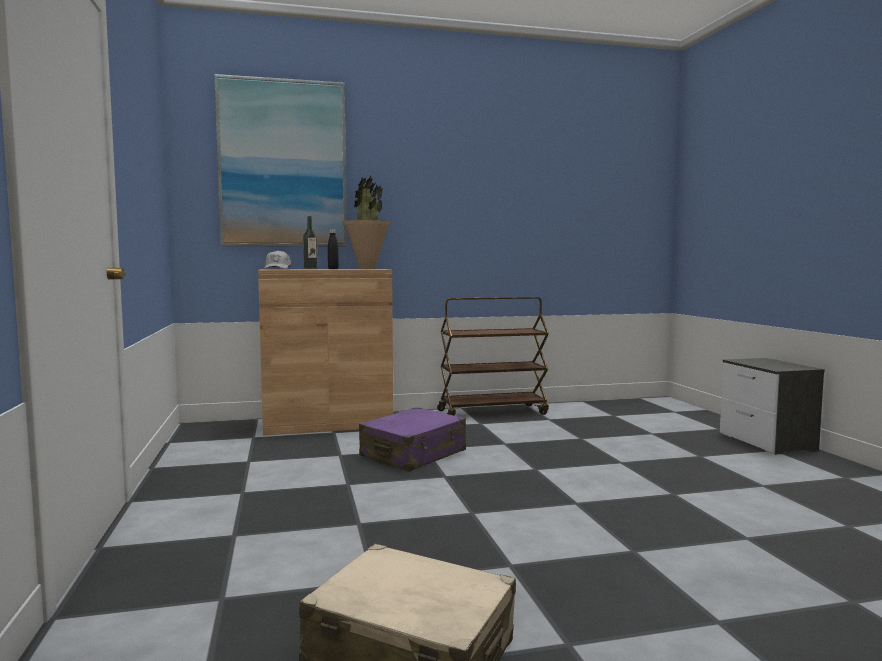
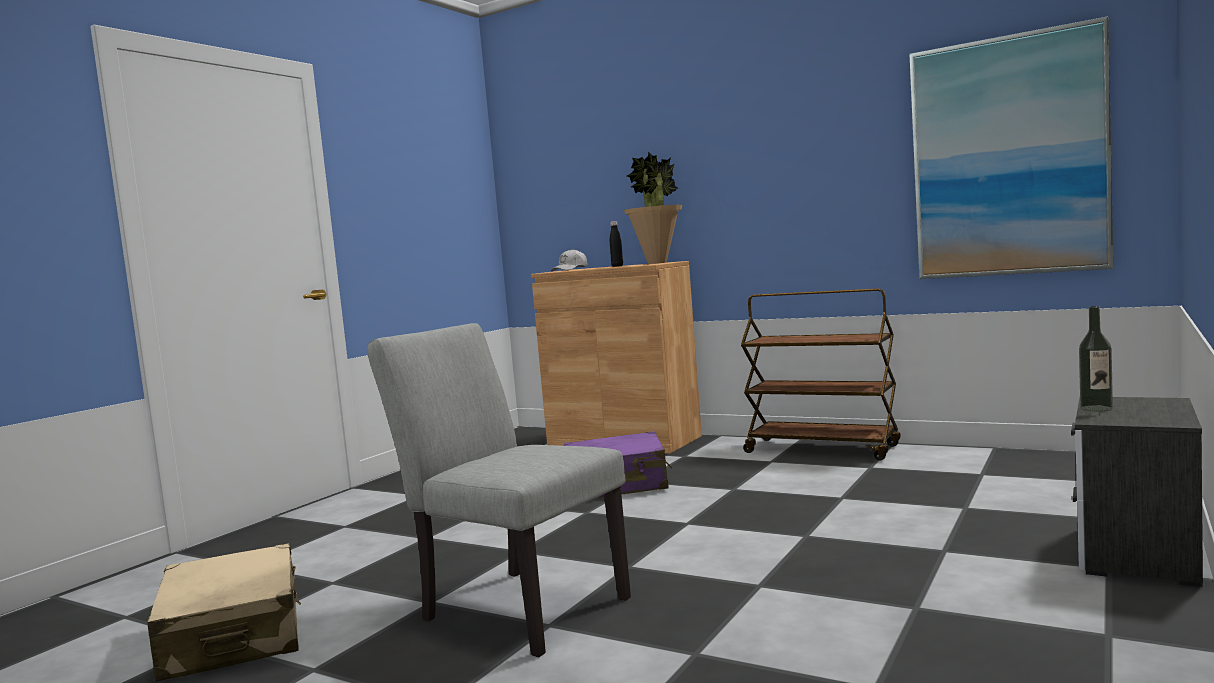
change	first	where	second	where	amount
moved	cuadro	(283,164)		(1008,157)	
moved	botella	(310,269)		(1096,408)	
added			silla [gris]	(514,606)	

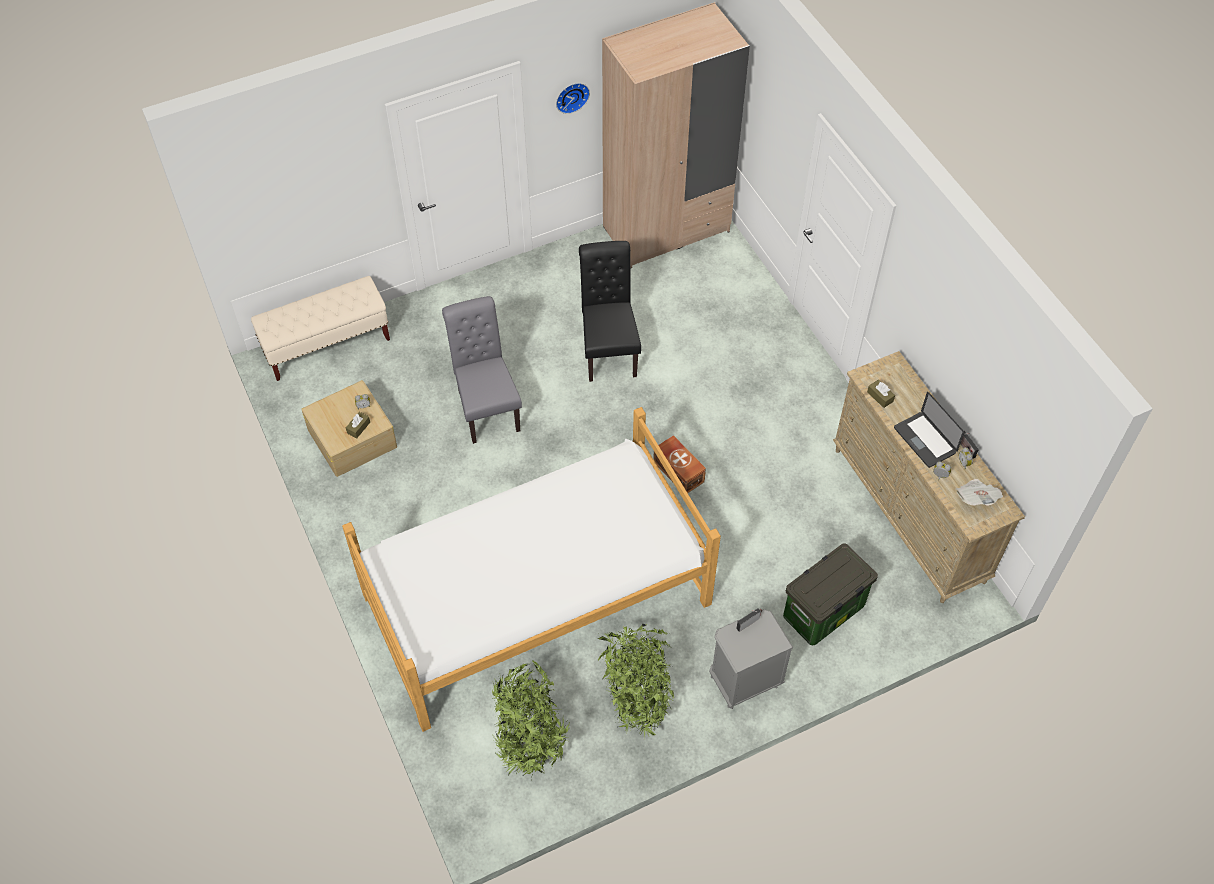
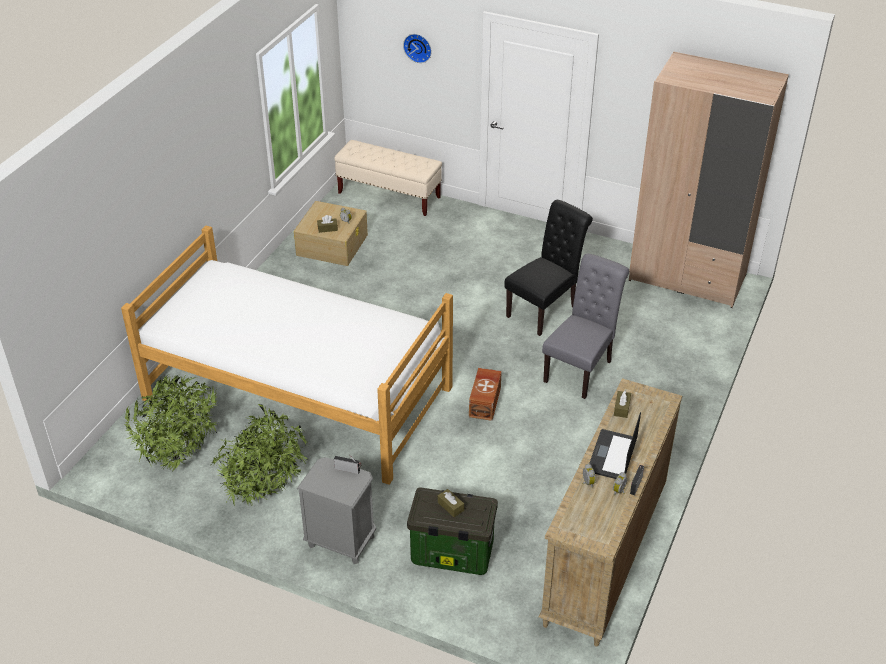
change	first	where	second	where	amount
moved	silla [gris]	(486,407)		(581,369)	
moved	reloj de pared	(571,96)		(418,47)	
removed	periódico	(976,498)			
added			caja de pañuelos [marrón]	(450,506)	

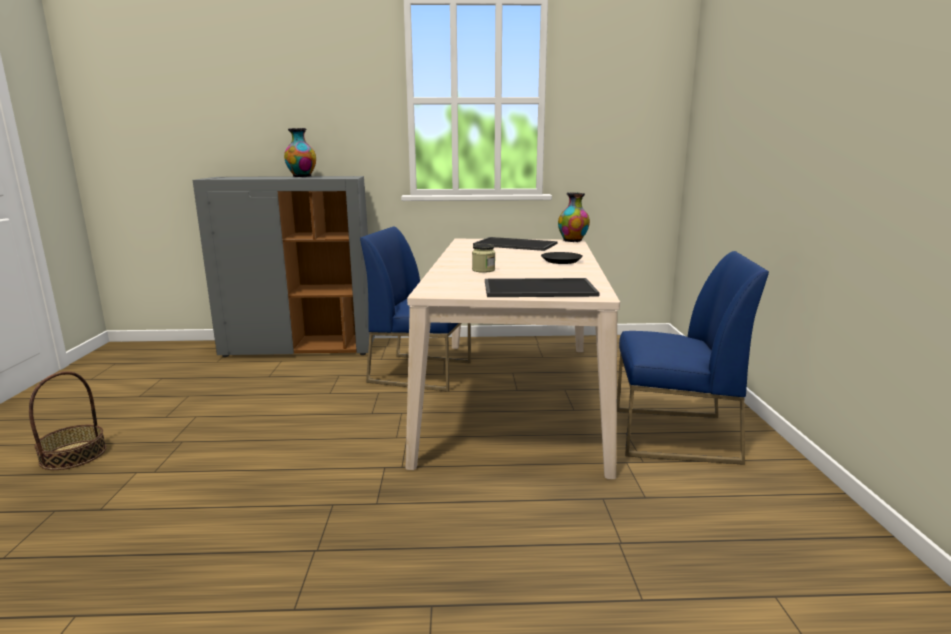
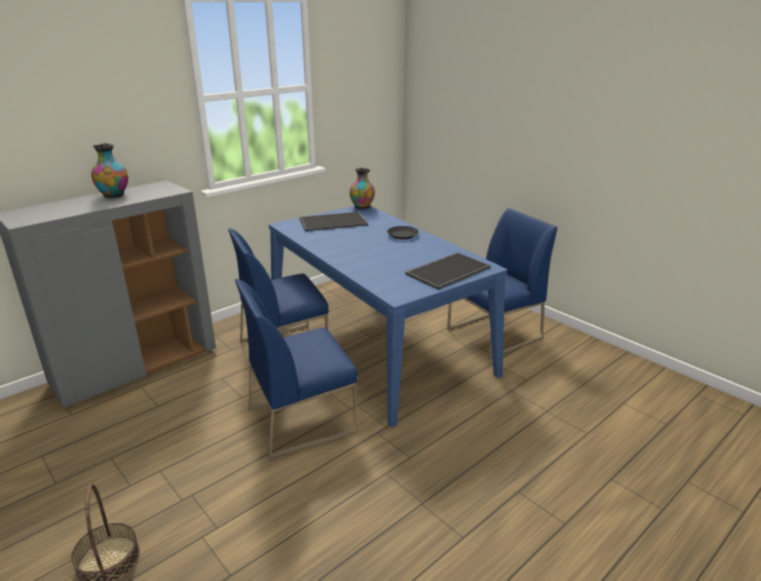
change	first	where	second	where	amount
recoloured	mesa de comedor [beis]	(514,396)	mesa de comedor [azul]	(377,343)	
removed	tarro	(483,270)			
added			silla [azul]	(302,419)	

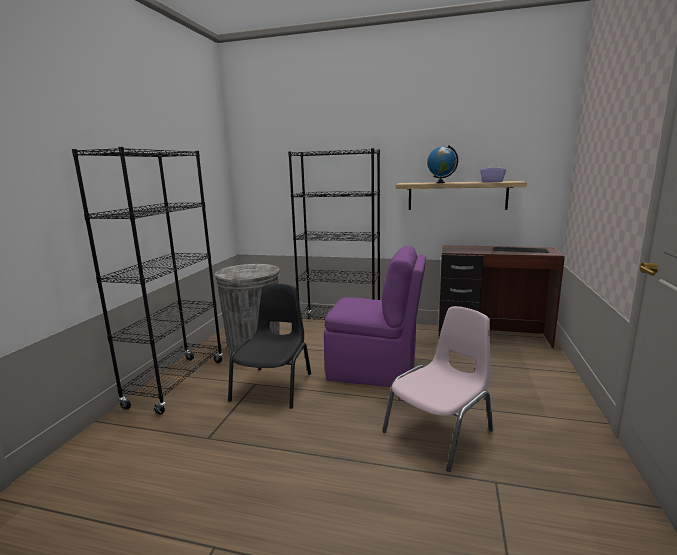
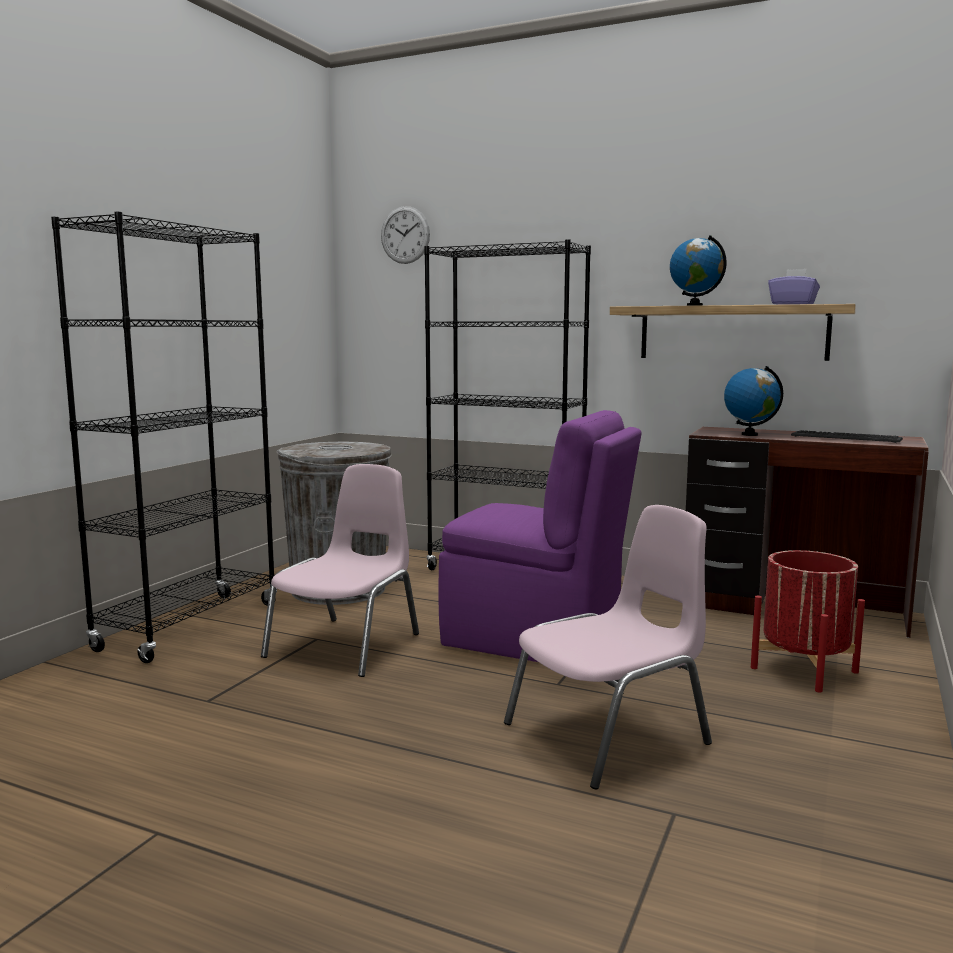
change	first	where	second	where	amount
recoloured	silla [negro]	(274,386)	silla [rosa]	(347,645)	
added			reloj de pared	(405,235)	
added			globo terráqueo	(749,434)	
added			maceta [rojo]	(804,670)	

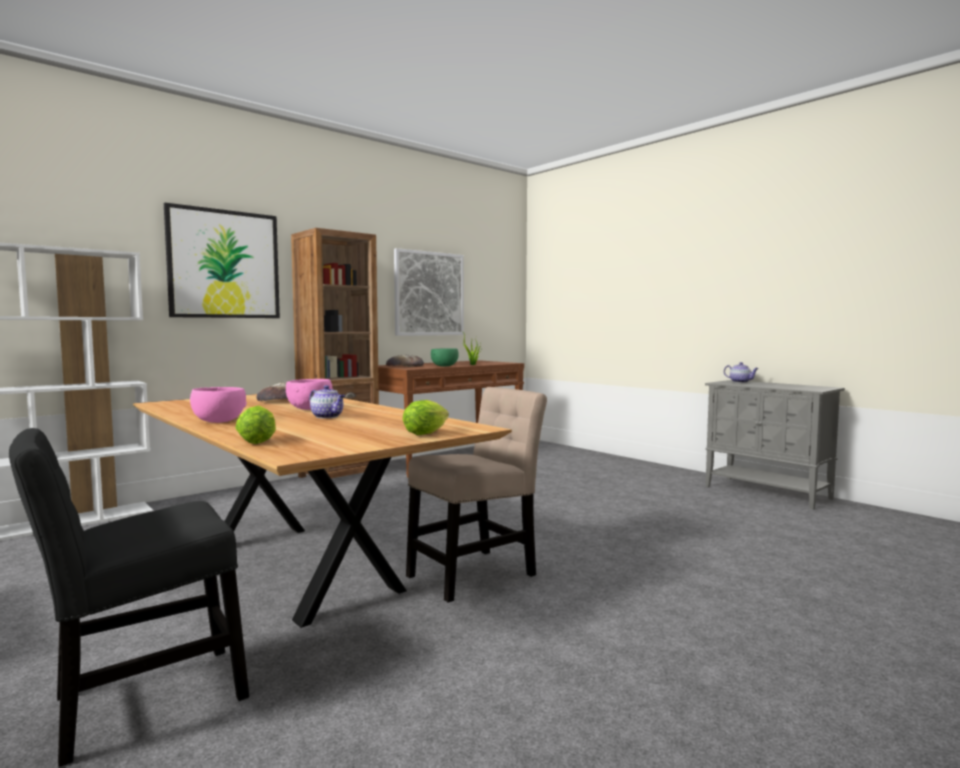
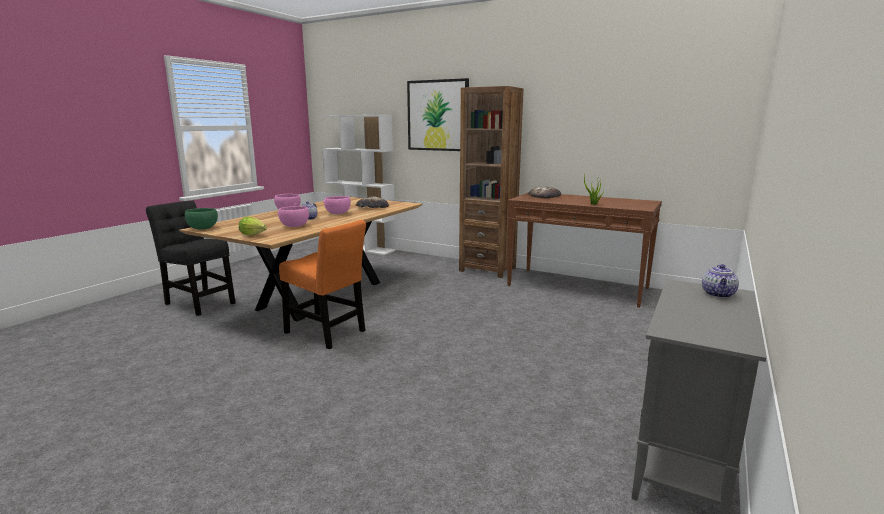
change	first	where	second	where	amount
removed	lechuga	(259,441)			
removed	cuadro	(429,294)			
recoloured	silla [beis]	(476,573)	silla [naranja]	(327,333)	
moved	cuenco [verde]	(444,366)		(202,228)	
added			cuenco [rosa]	(294,226)	

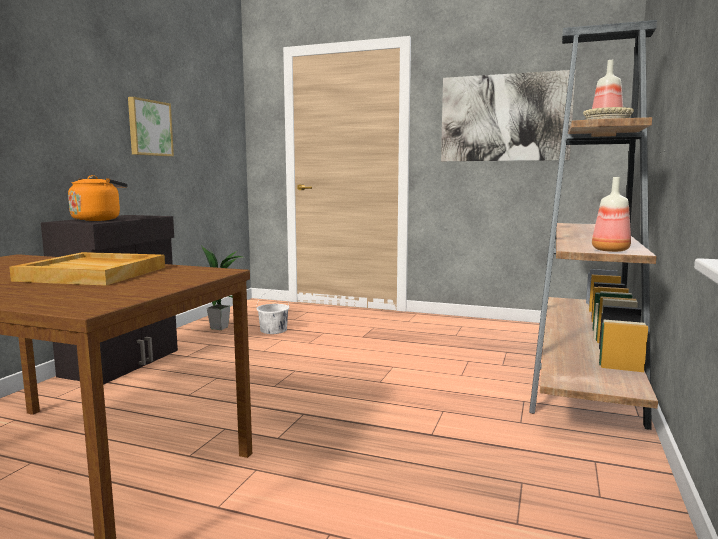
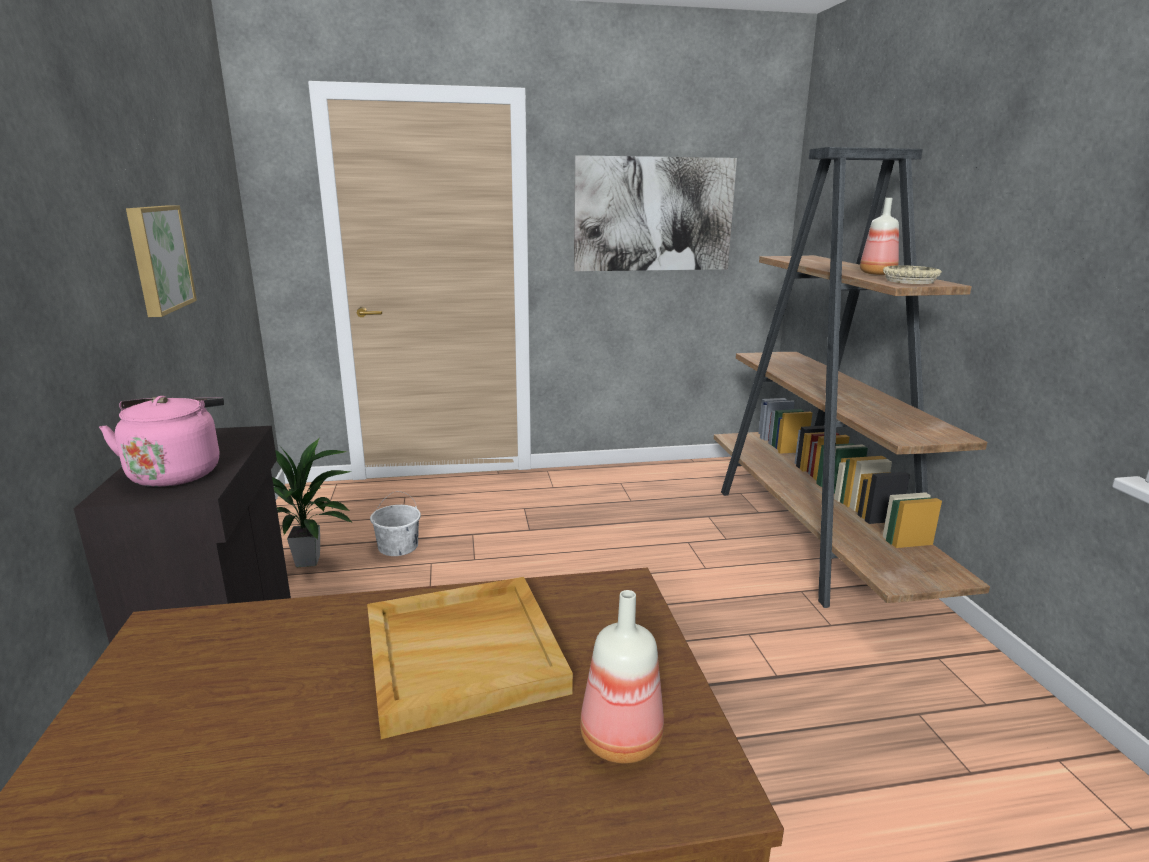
change	first	where	second	where	amount
recoloured	hervidor [naranja]	(98,220)	hervidor [rosa]	(177,473)	
moved	botella	(609,250)		(618,740)	

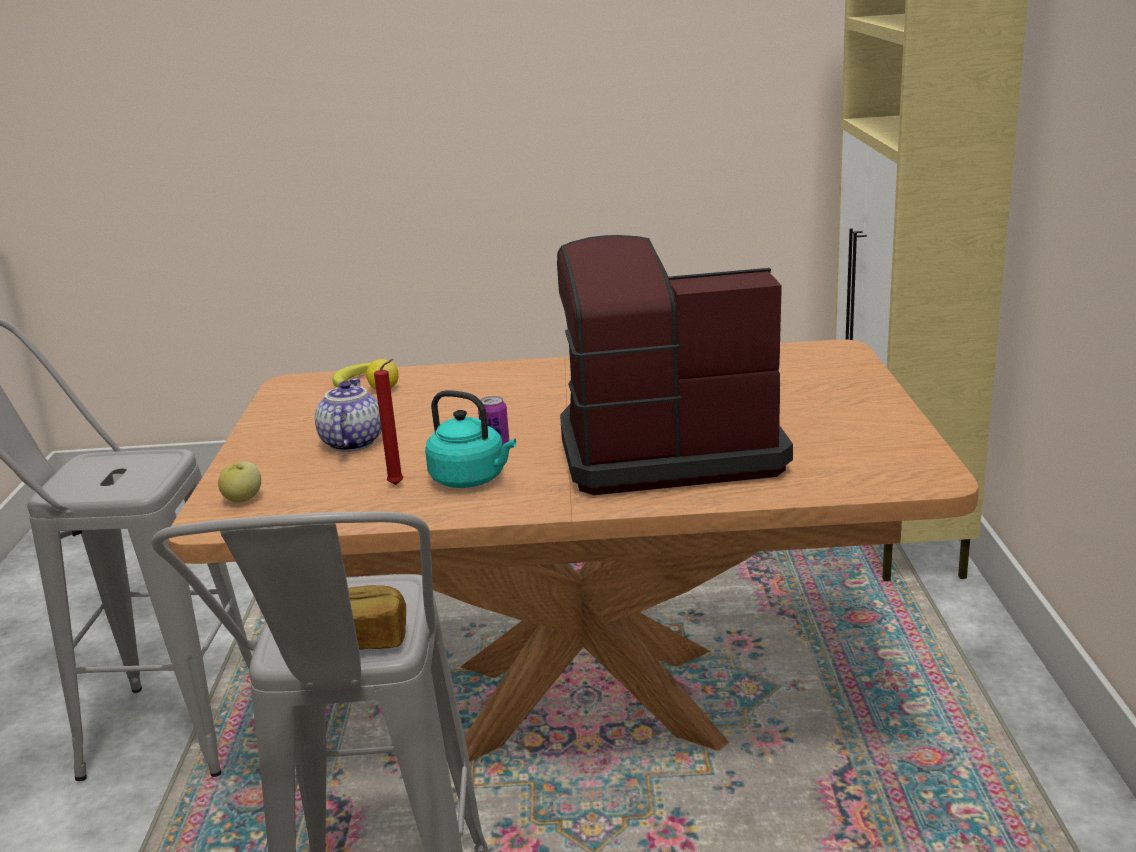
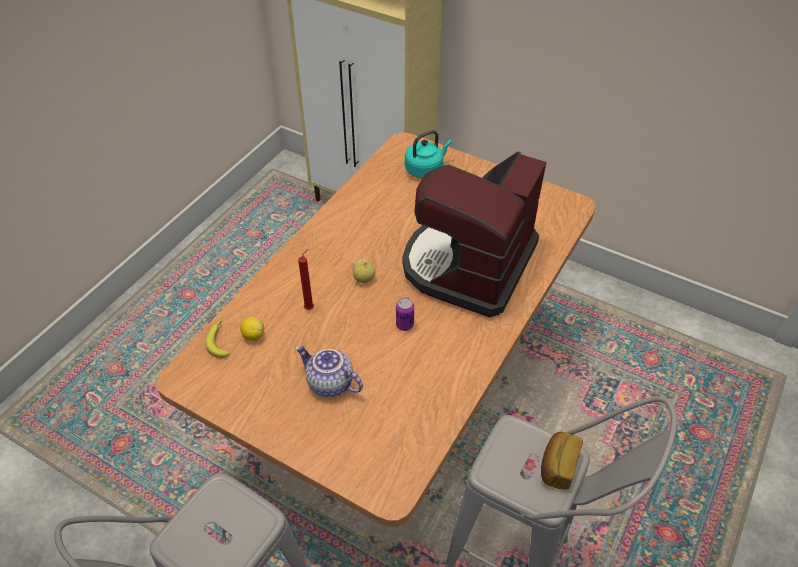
change	first	where	second	where	amount
moved	manzana	(243,499)		(364,278)	
moved	vela [rojo]	(398,485)		(310,308)	
moved	hervidor [turquesa]	(471,479)		(425,169)	

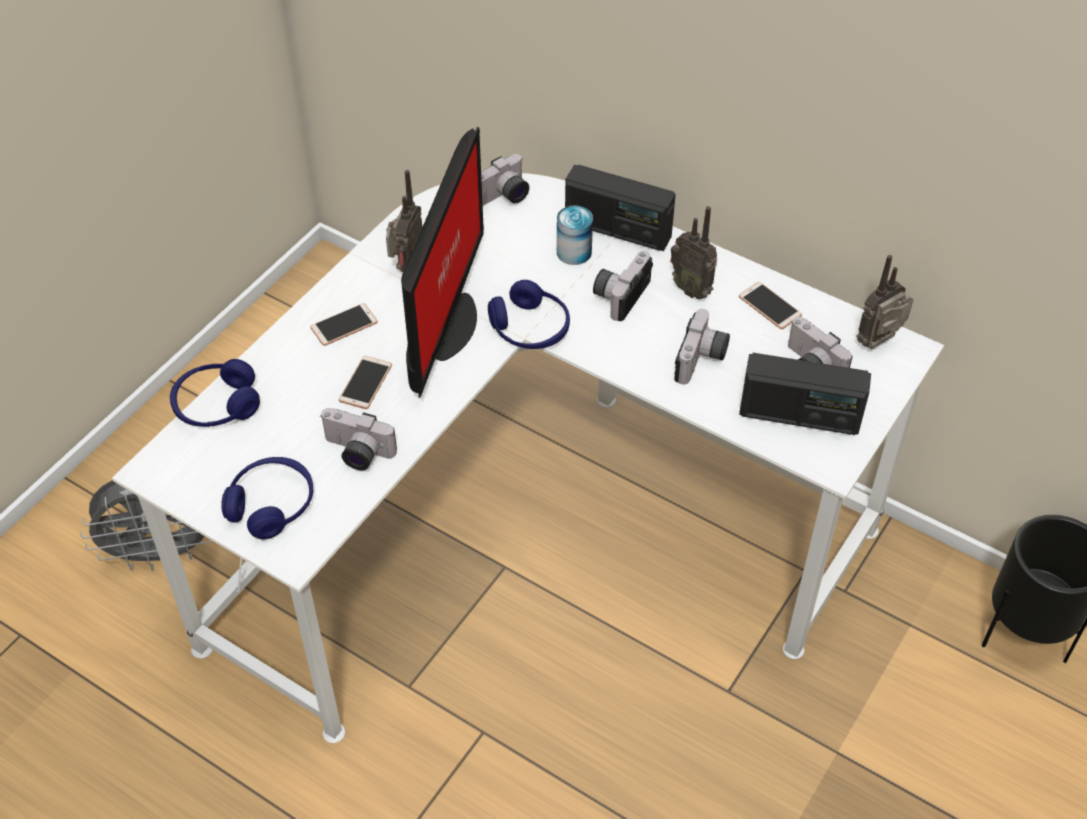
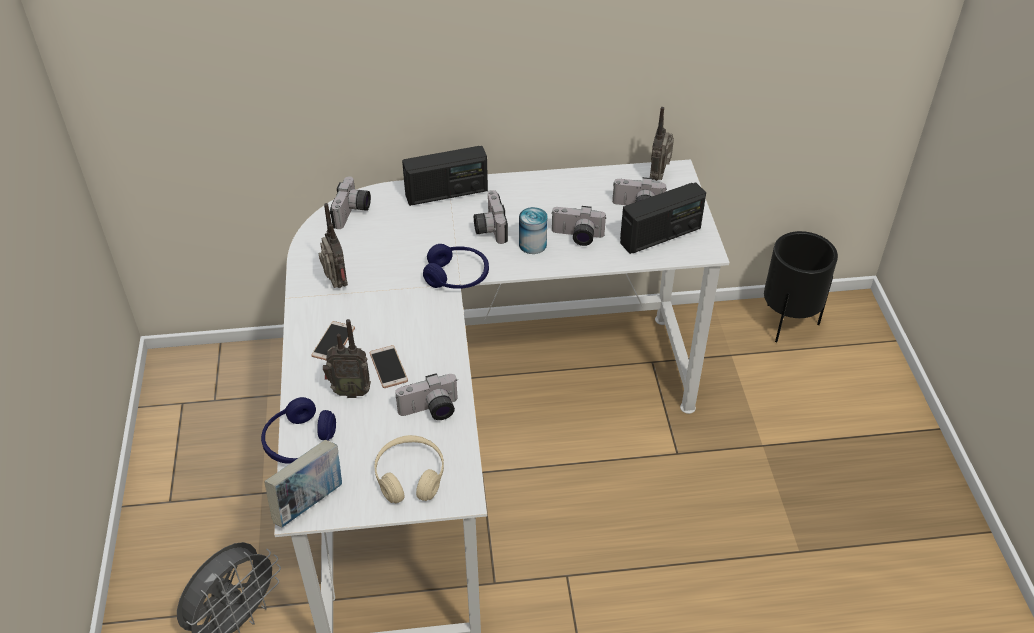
change	first	where	second	where	amount
recoloured	auriculares [azul]	(271,505)	auriculares [beis]	(410,476)	
removed	monitor	(444,327)			
moved	lata	(574,252)		(532,244)	
moved	radio	(692,289)		(350,391)	
turned	cámara	(702,360)		(577,237)	120 degrees clockwise
removed	móvil	(769,306)			
added			libro	(309,502)	

